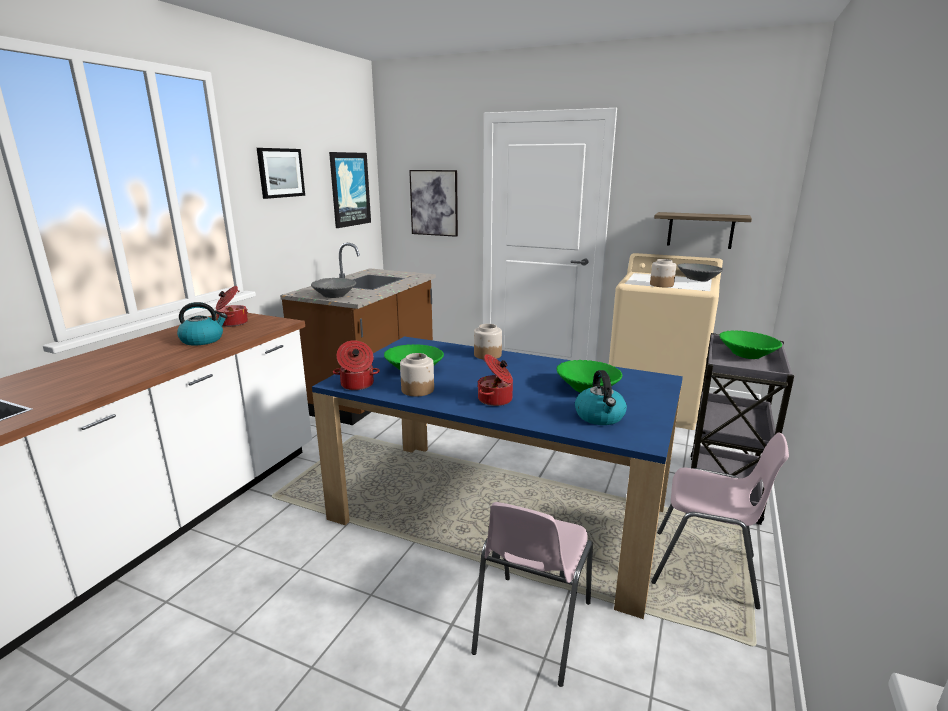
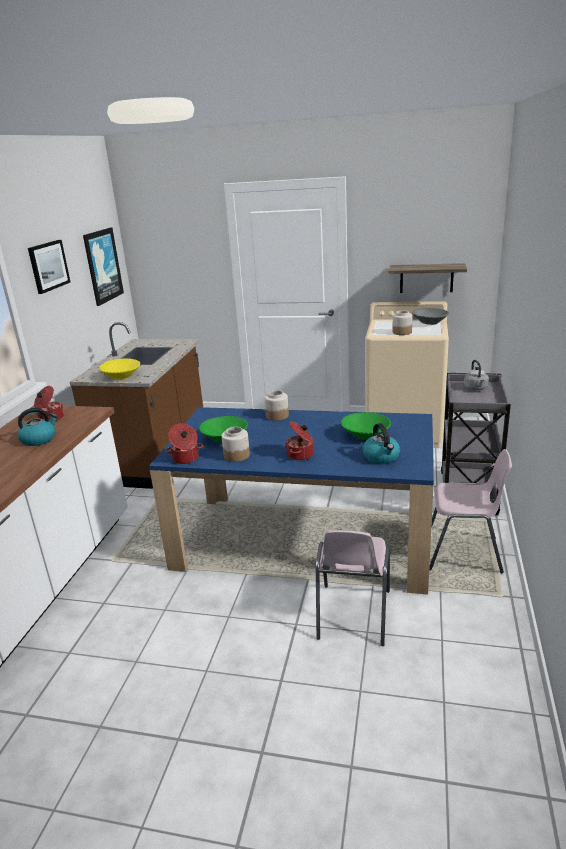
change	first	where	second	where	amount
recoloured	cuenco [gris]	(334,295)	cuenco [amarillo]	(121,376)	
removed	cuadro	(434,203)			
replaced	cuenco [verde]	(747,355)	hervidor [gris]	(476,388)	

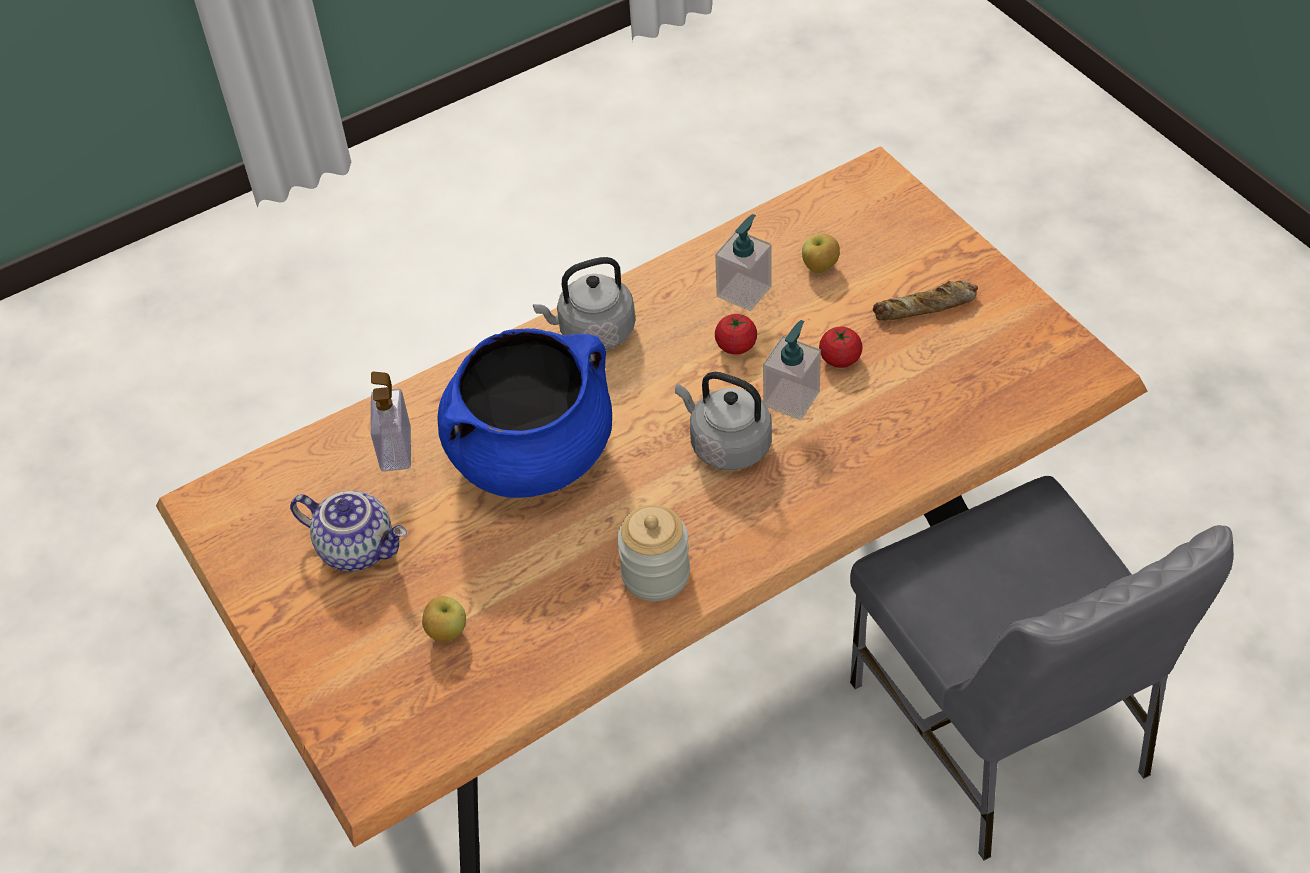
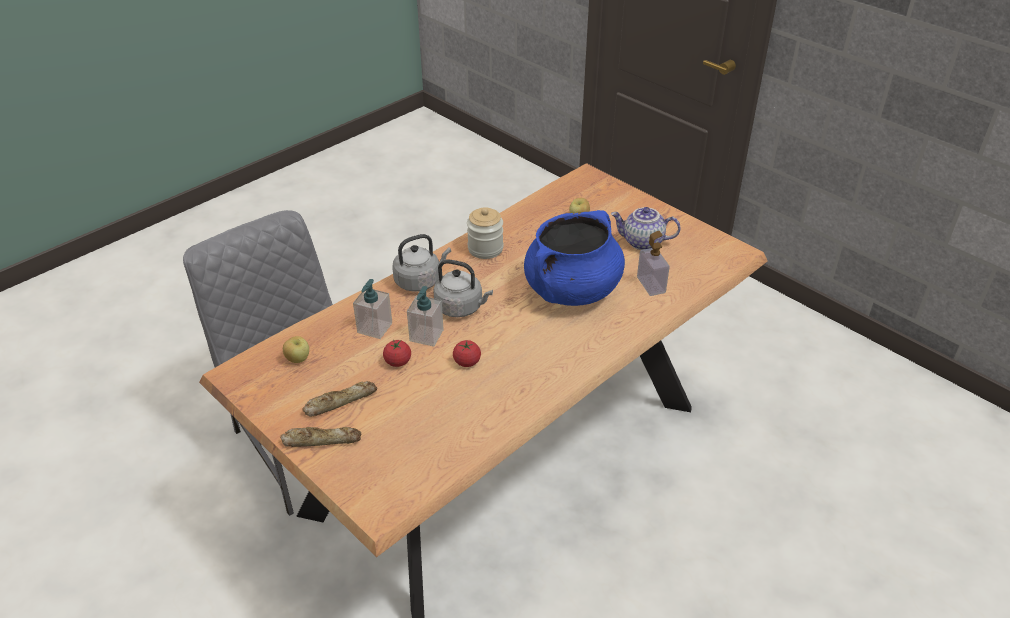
change	first	where	second	where	amount
moved	hervidor [gris]	(593,332)		(420,281)	
moved	dispensador de jabón	(744,291)		(374,328)	
moved	manzana	(820,267)		(298,359)	
added			pan	(321,440)	

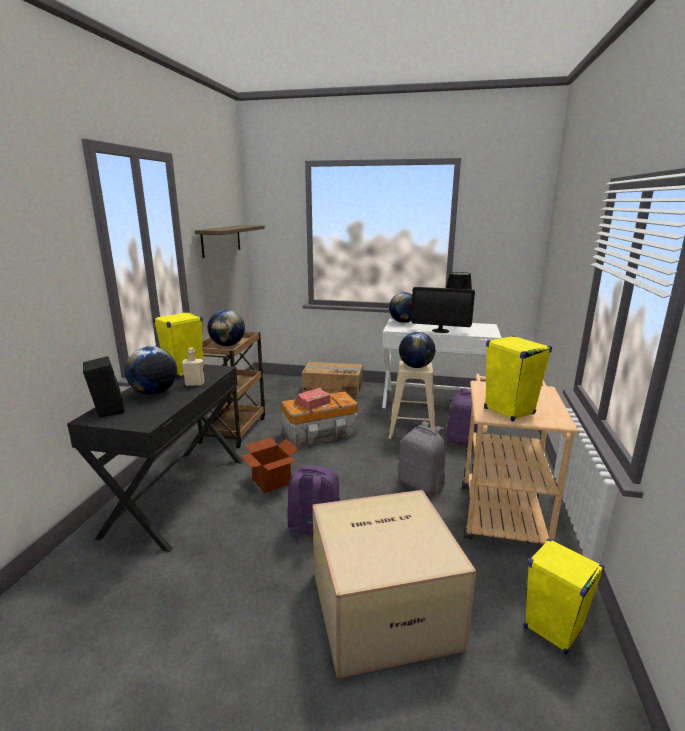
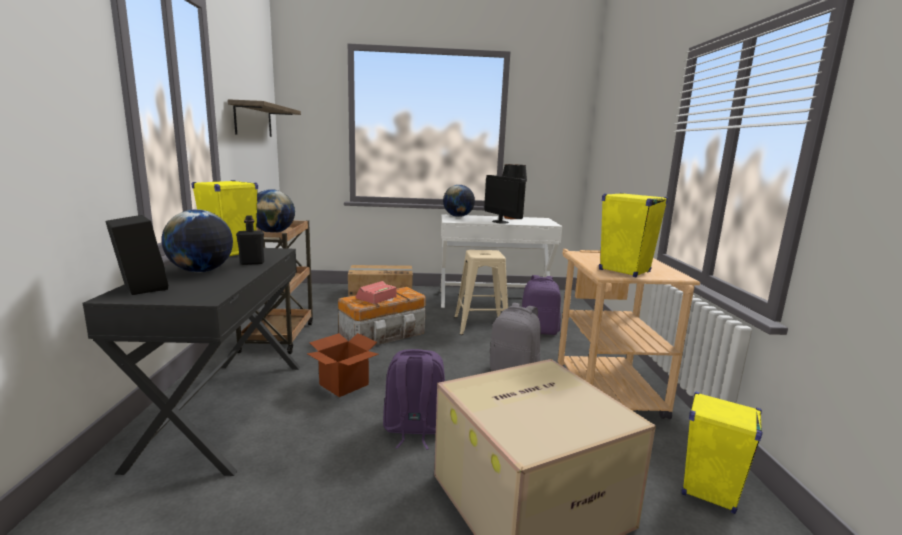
change	first	where	second	where	amount
recoloured	botella [beis]	(194,384)	botella [negro]	(252,263)	
removed	globo terráqueo	(415,367)			
turned	monitor	(440,331)		(500,222)	120 degrees counterclockwise

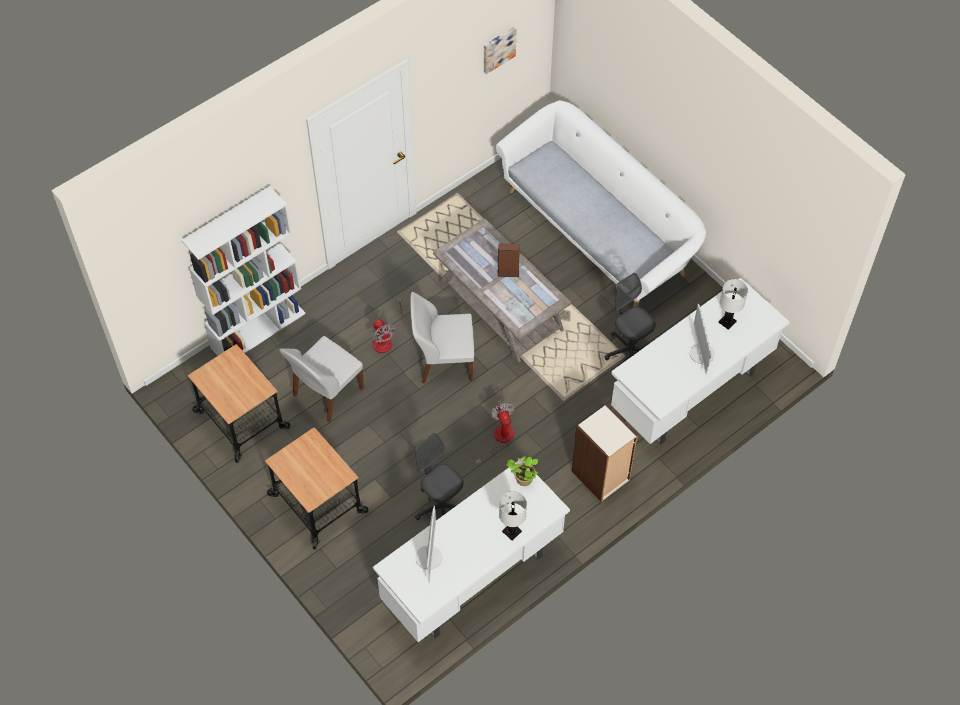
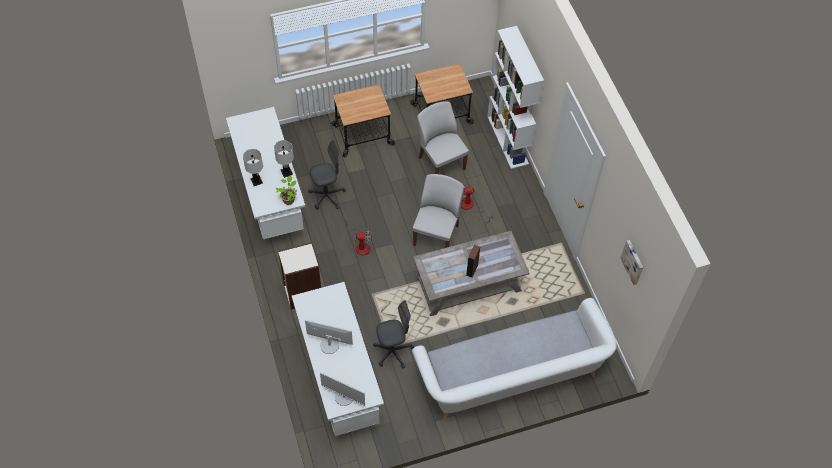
change	first	where	second	where	amount
moved	monitor	(429,557)		(344,396)	
moved	lámpara de mesa [blanco]	(727,322)		(286,172)	

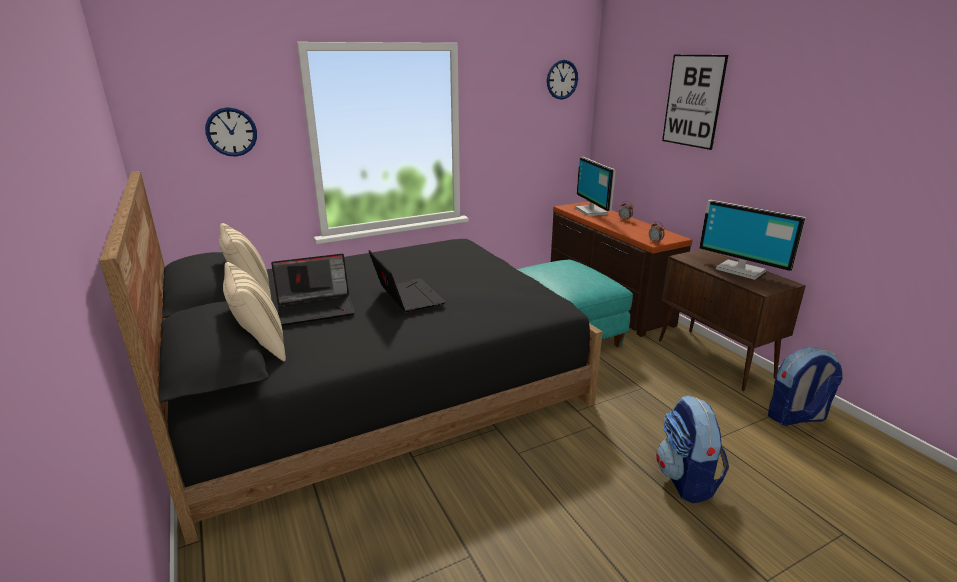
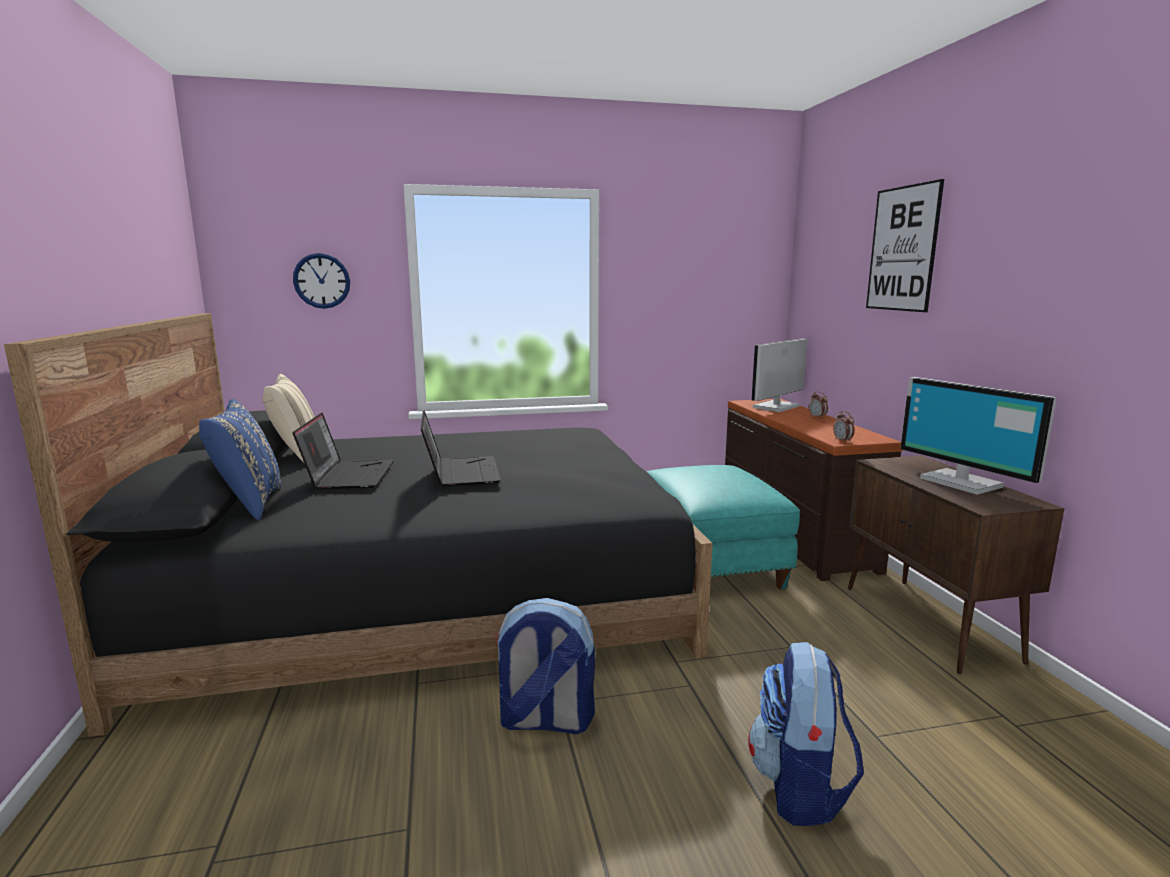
change	first	where	second	where	amount
recoloured	cojín [beis]	(260,346)	cojín [azul]	(248,504)	
turned	portátil	(317,308)		(348,475)	90 degrees counterclockwise
removed	reloj de pared	(562,79)			
turned	monitor	(592,211)		(778,407)	45 degrees clockwise
moved	mochila	(796,417)		(544,721)	

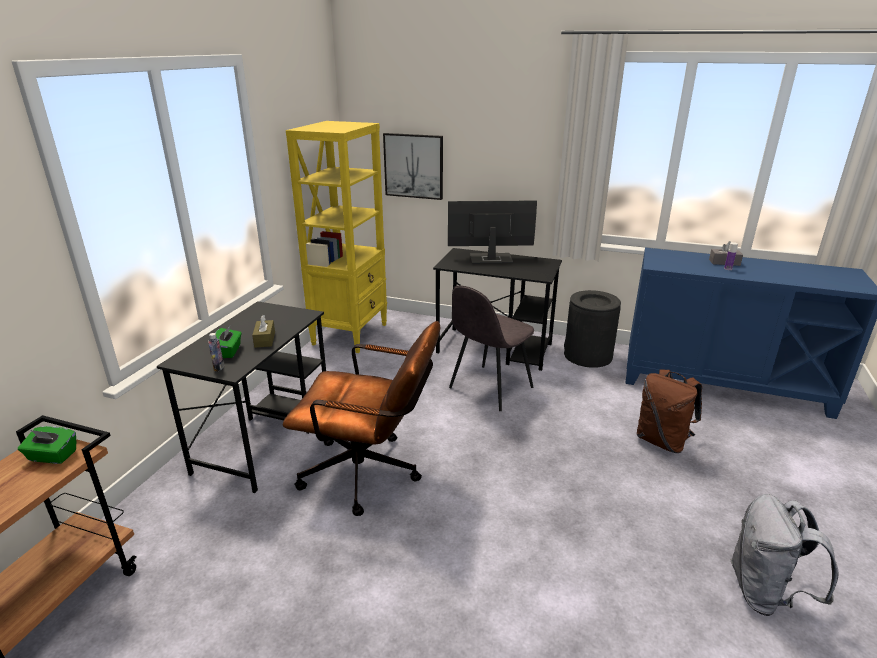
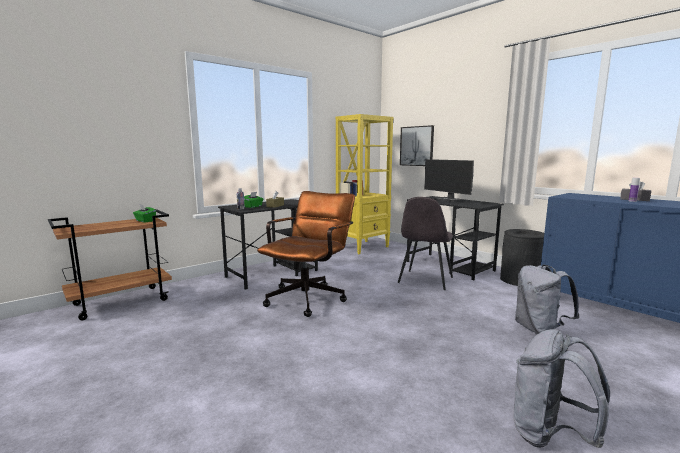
change	first	where	second	where	amount
turned	silla de oficina [marrón]	(370,474)		(309,297)	105 degrees counterclockwise
turned	monitor	(490,259)		(449,200)	150 degrees counterclockwise
turned	silla [gris]	(489,388)		(425,280)	45 degrees counterclockwise
recoloured	mochila [marrón]	(662,441)	mochila [gris]	(540,330)	

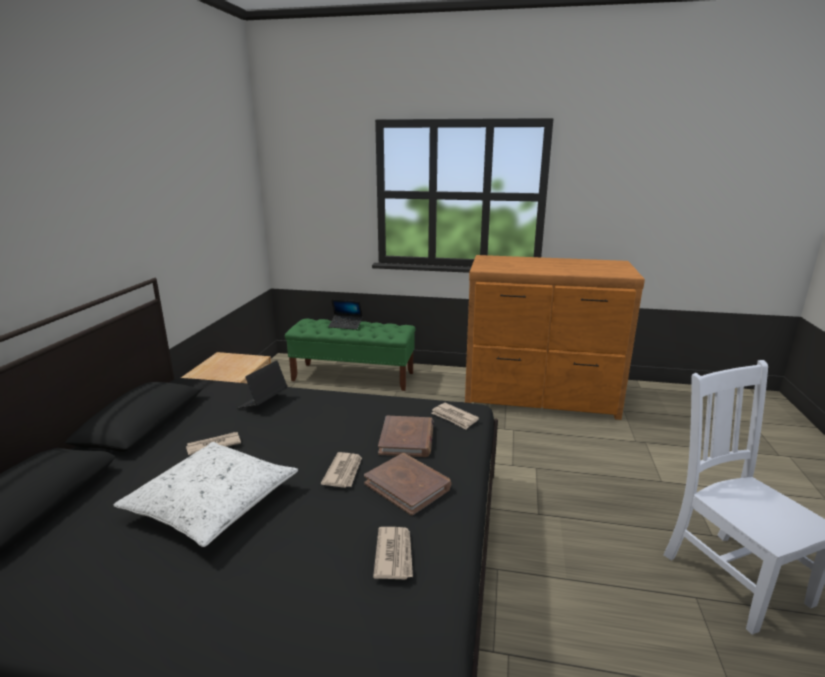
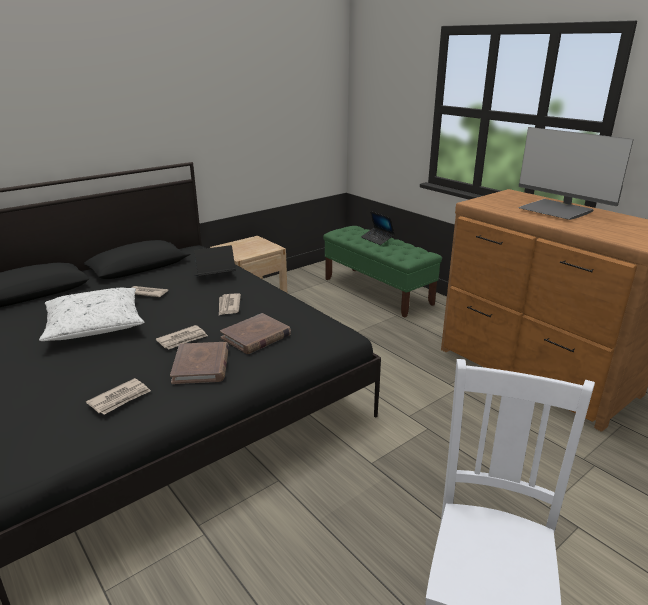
change	first	where	second	where	amount
moved	periódico	(454,418)		(229,306)	
added			monitor	(556,210)	

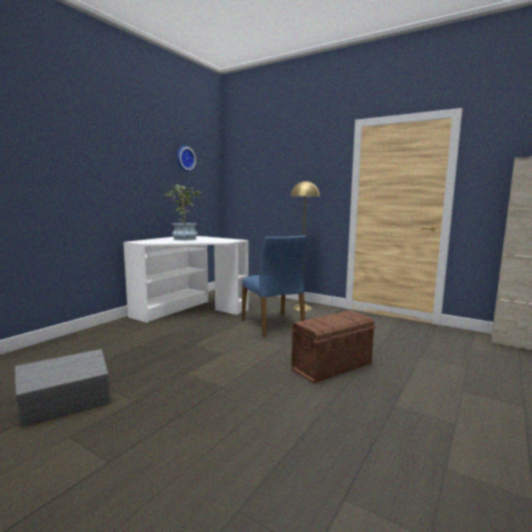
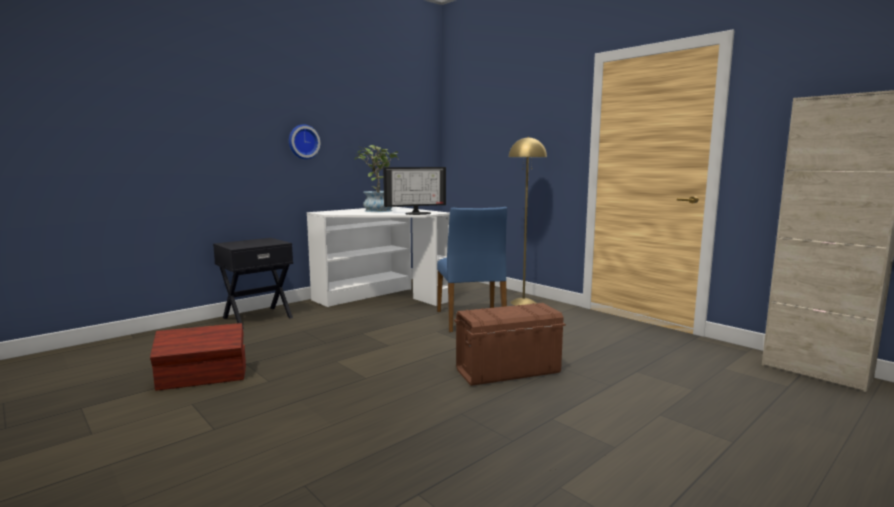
change	first	where	second	where	amount
recoloured	caja de almacenaje [gris]	(66,406)	caja de almacenaje [marrón]	(203,378)	
moved	reloj de pared	(184,158)		(303,142)	
added			mesita de noche [negro]	(257,317)	
added			monitor	(418,213)	

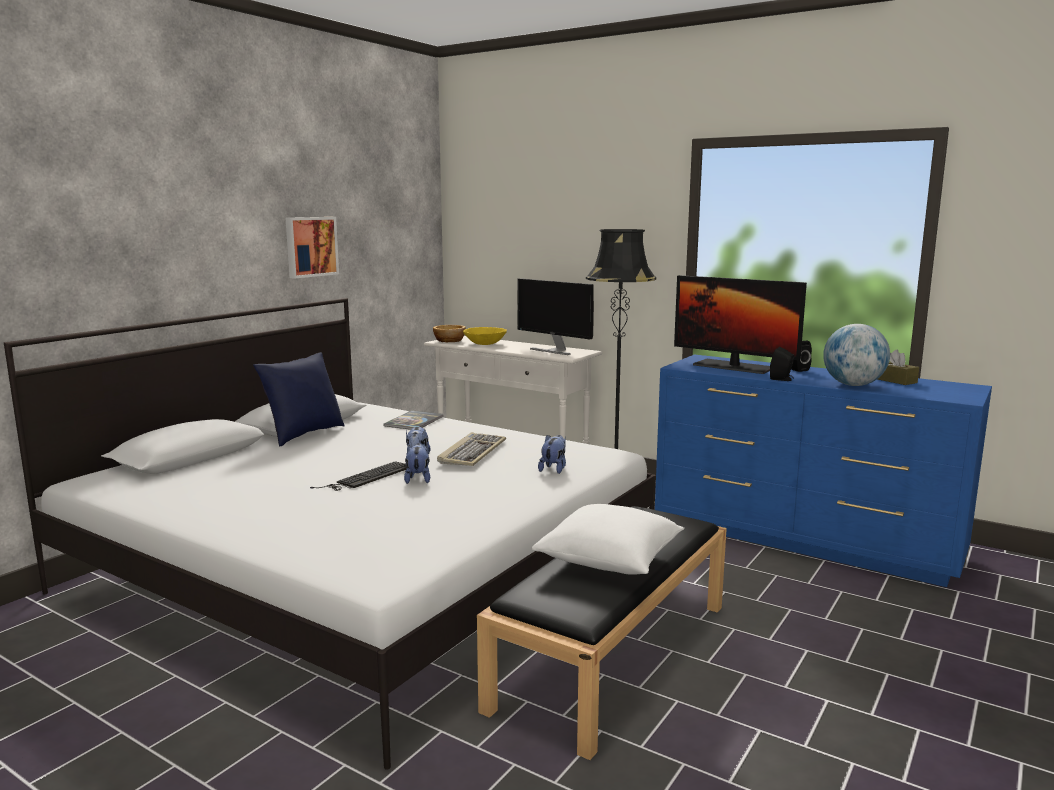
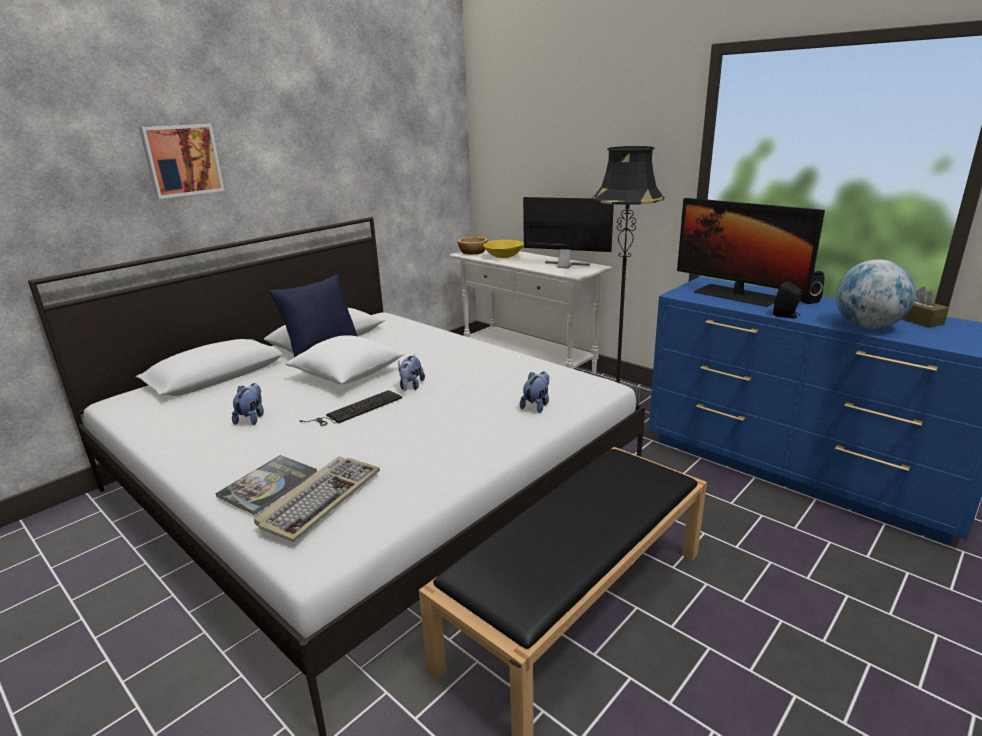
change	first	where	second	where	amount
moved	cuadro	(310,246)		(182,160)	
moved	libro	(414,421)		(268,484)	
moved	peluche	(418,479)		(252,418)	
moved	teclado	(472,452)		(320,499)	
turned	monitor	(554,350)		(566,265)	150 degrees clockwise
moved	cojín [blanco]	(610,562)		(348,376)	

